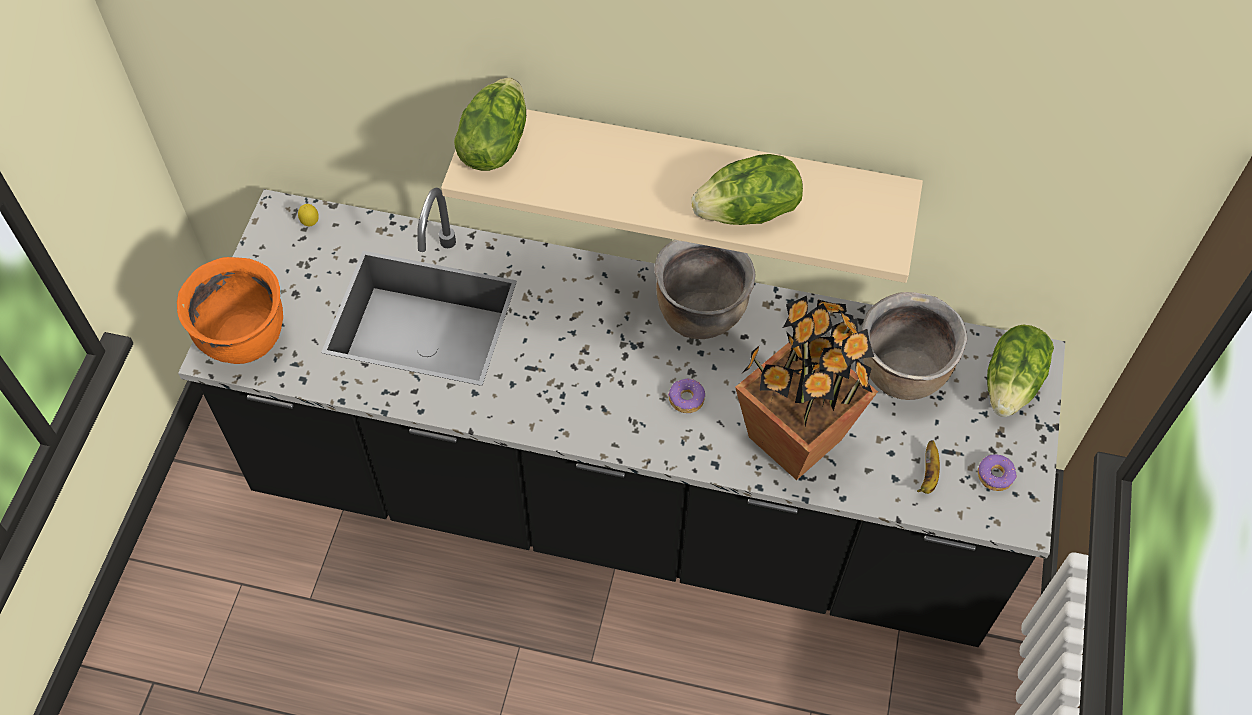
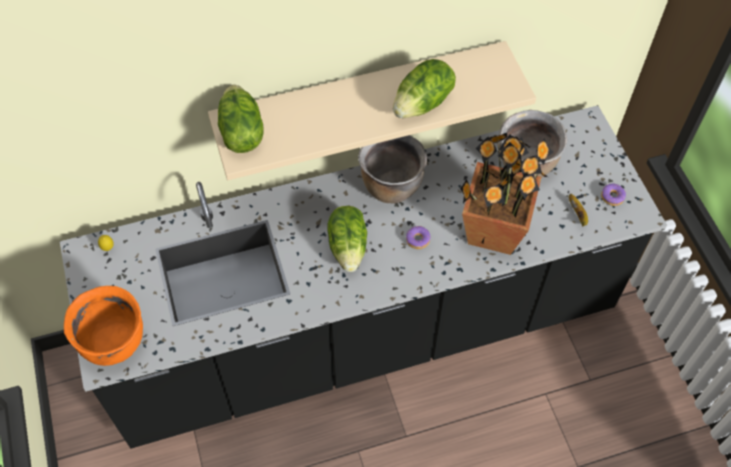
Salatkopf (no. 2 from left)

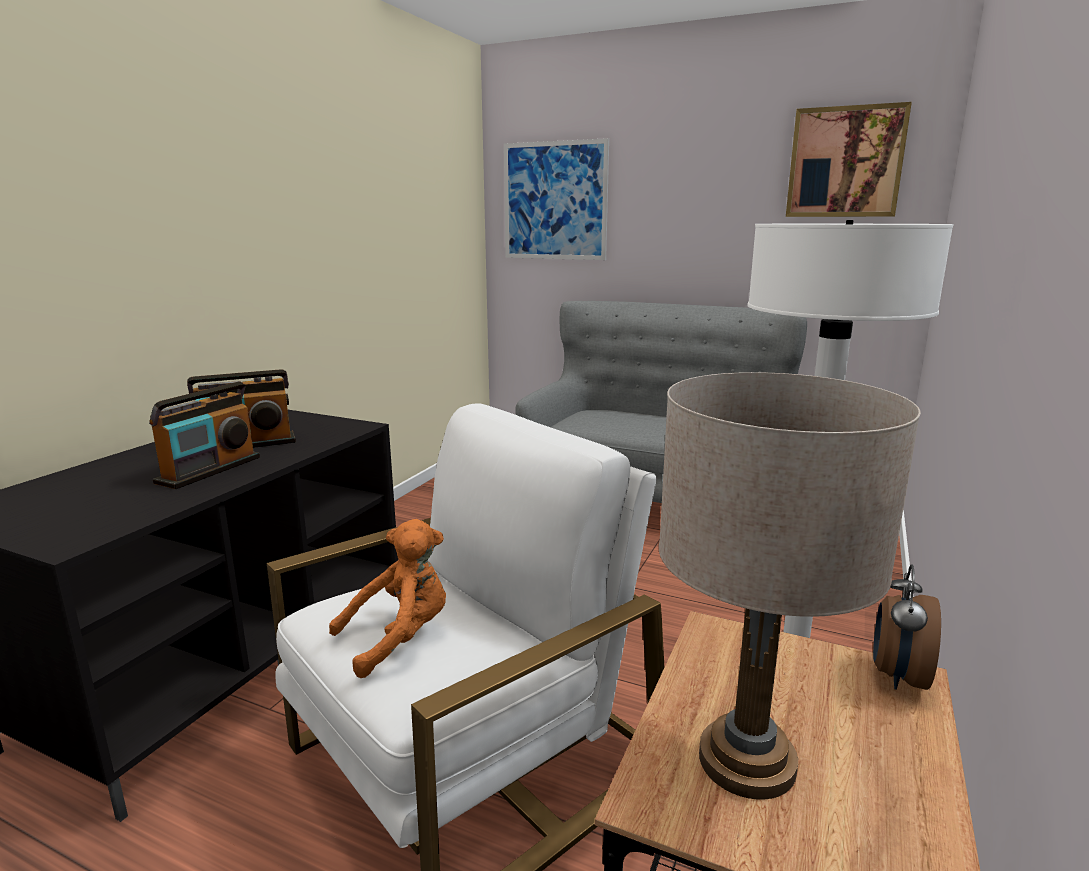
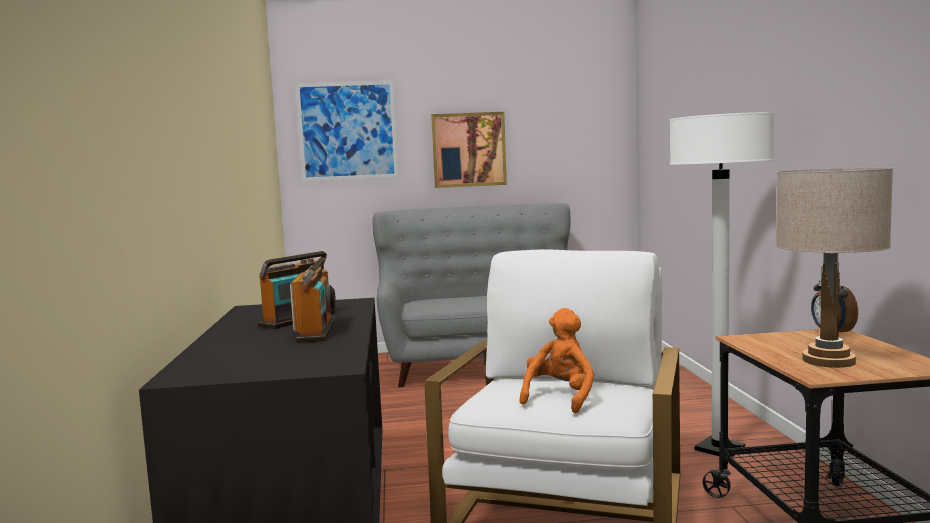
Bild (no. 2 from left)

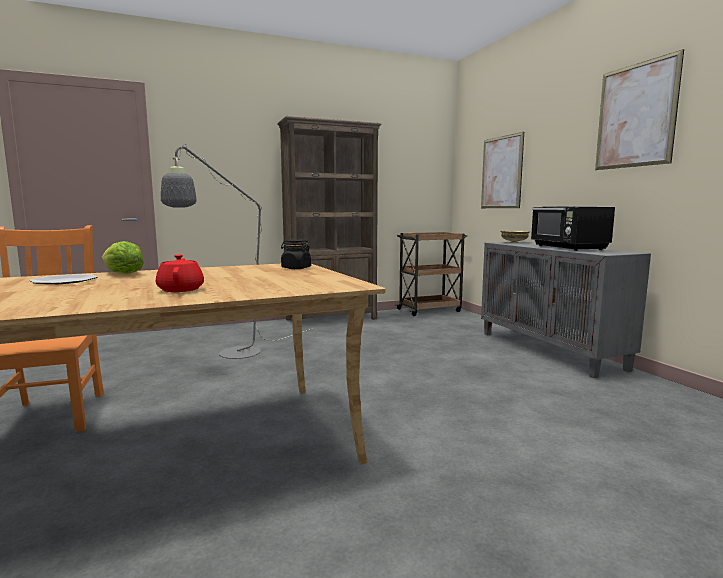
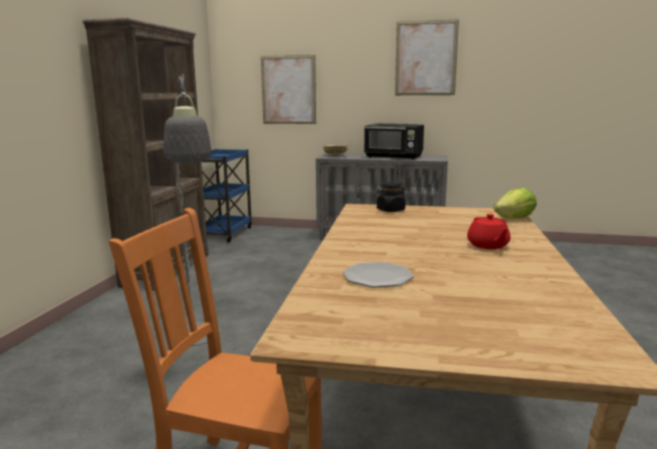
Salatkopf
Teekanne [rot]
Rollwagen [blau]

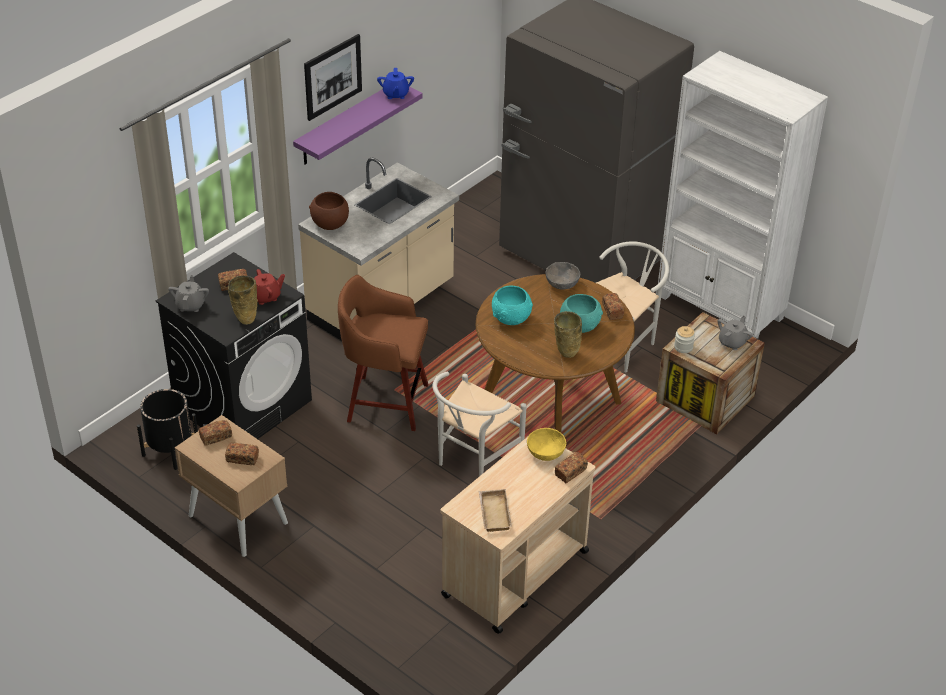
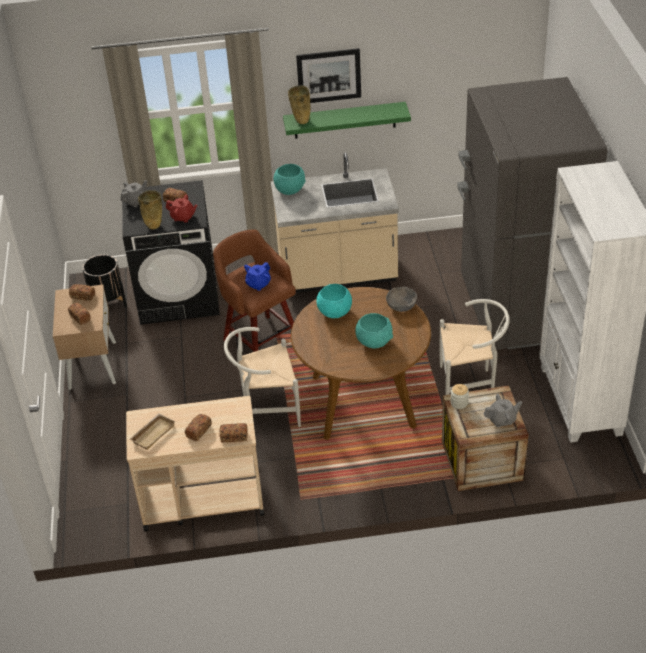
Wandregal [grün]
Schüssel [türkis] (no. 1 from left)
Teekanne [blau]
Schüssel [gelb]
Vase [beige] (no. 2 from left)
Brot (no. 4 from left)

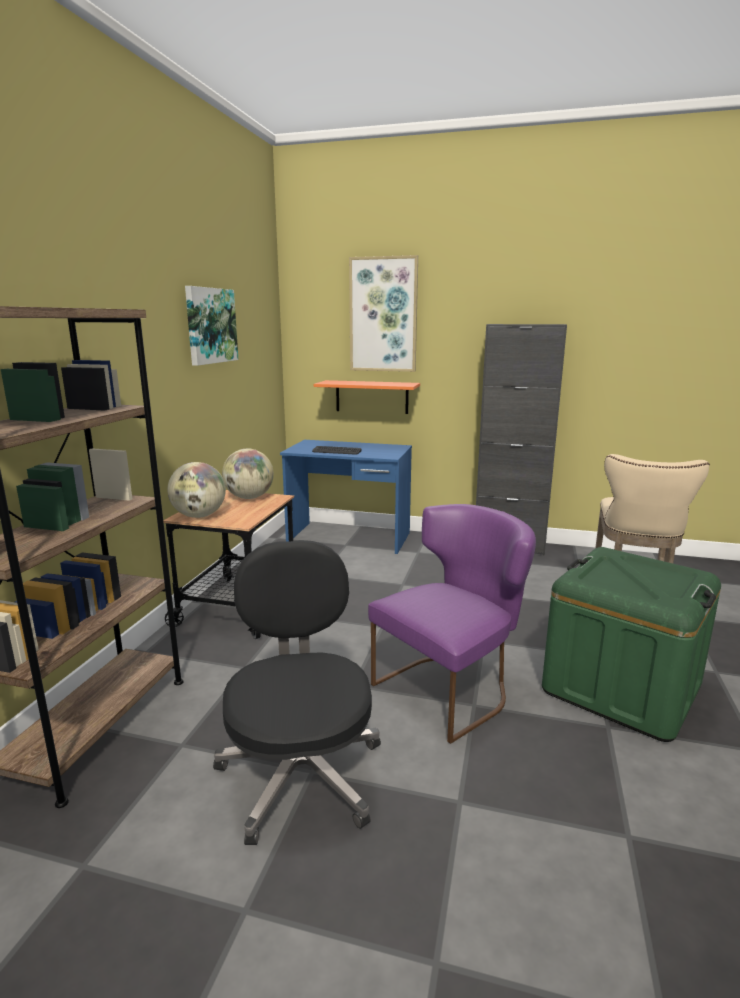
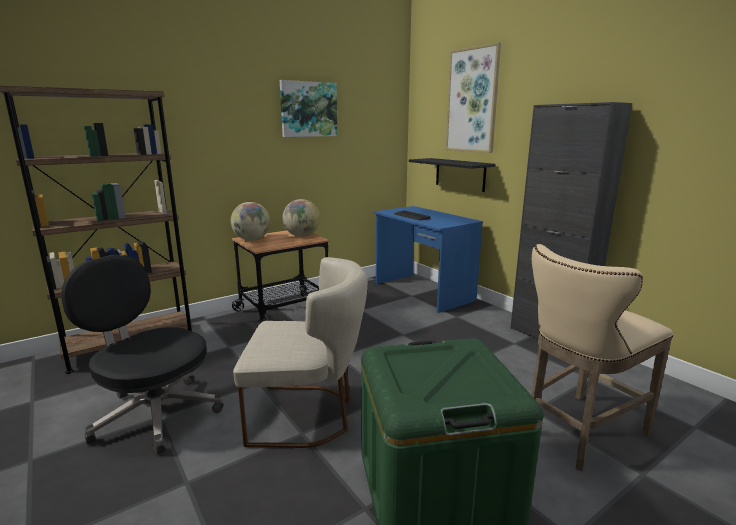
Bürostuhl [schwarz]
Wandregal [schwarz]
Stuhl [beige]

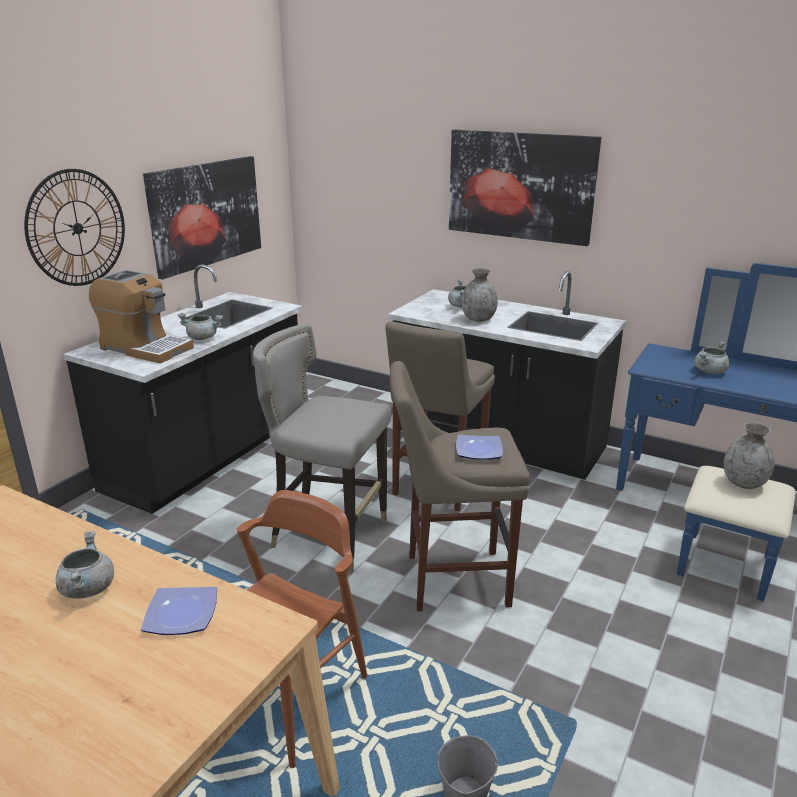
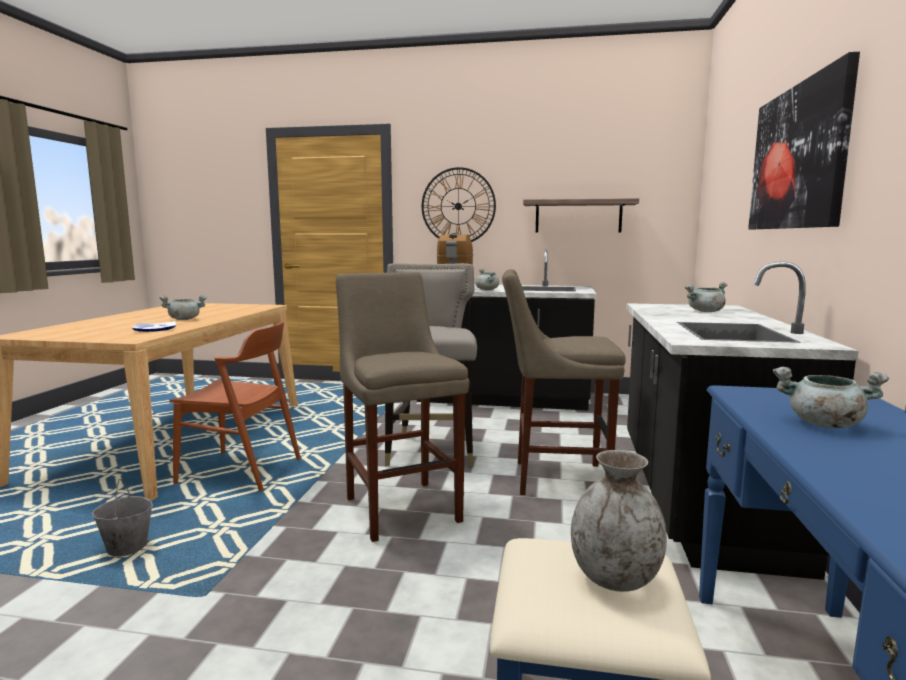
Wandregal
Teller (no. 2 from left in the first image)
Vase [grau] (no. 1 from left in the first image)

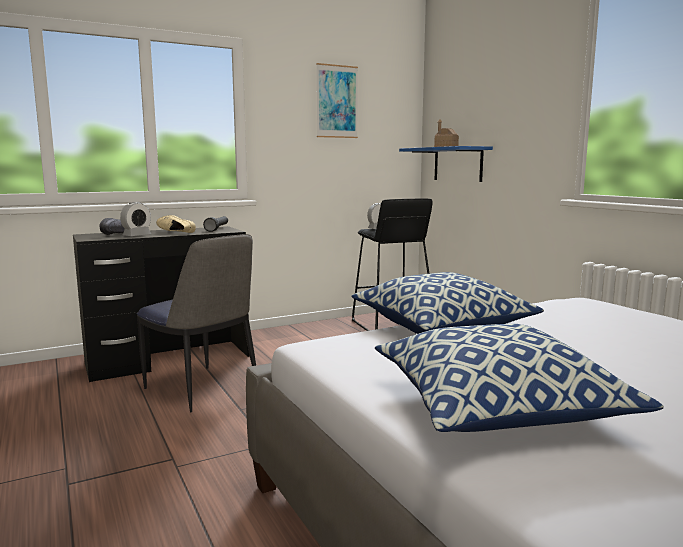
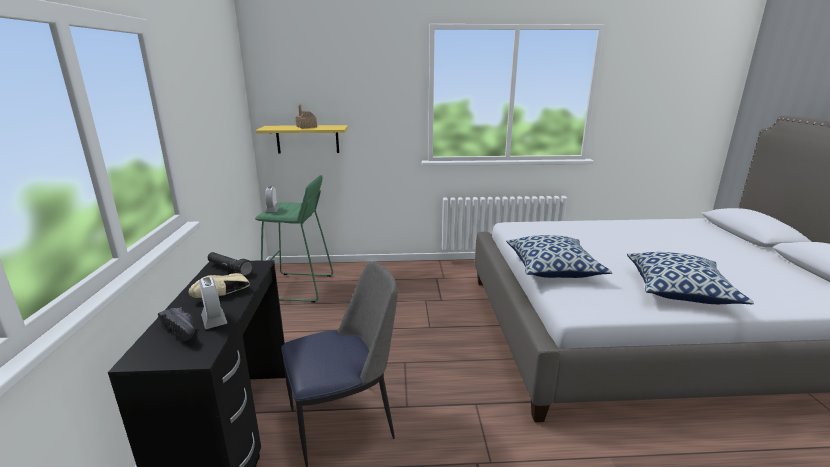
Bild
Hocker [grün]
Wandregal [gelb]

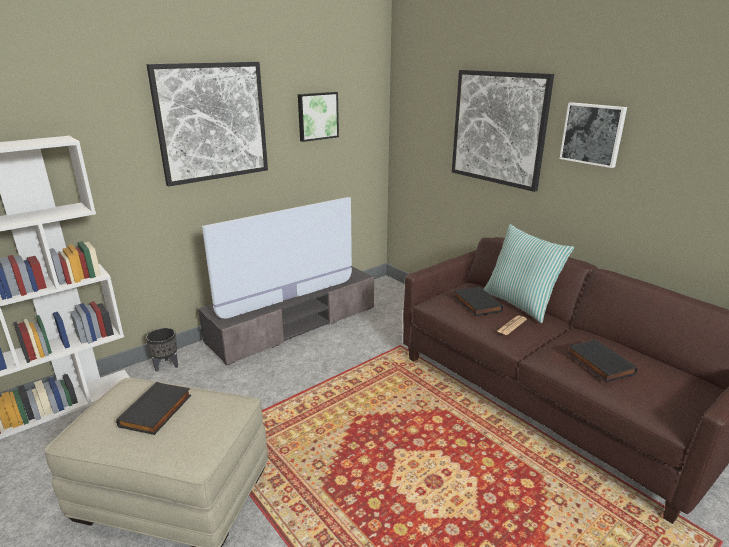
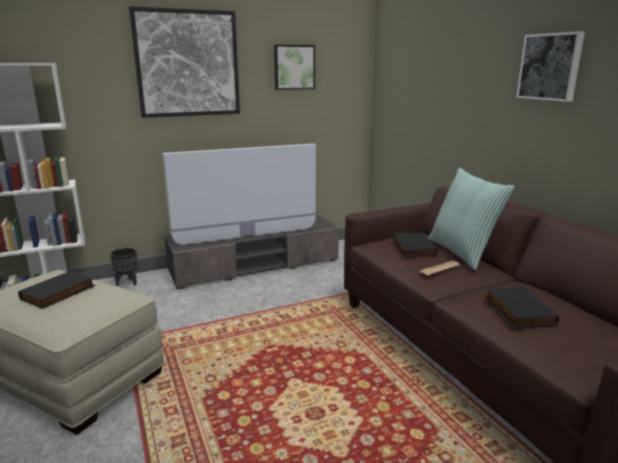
Bild (no. 3 from left in the first image)

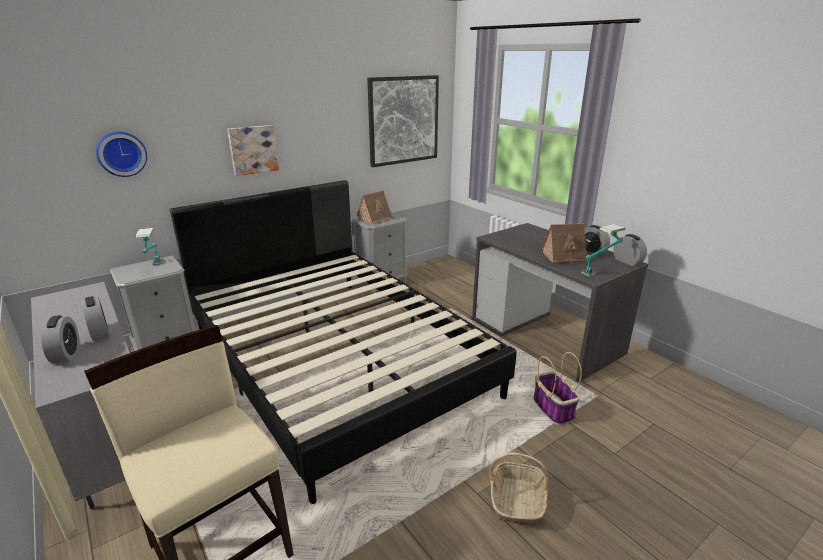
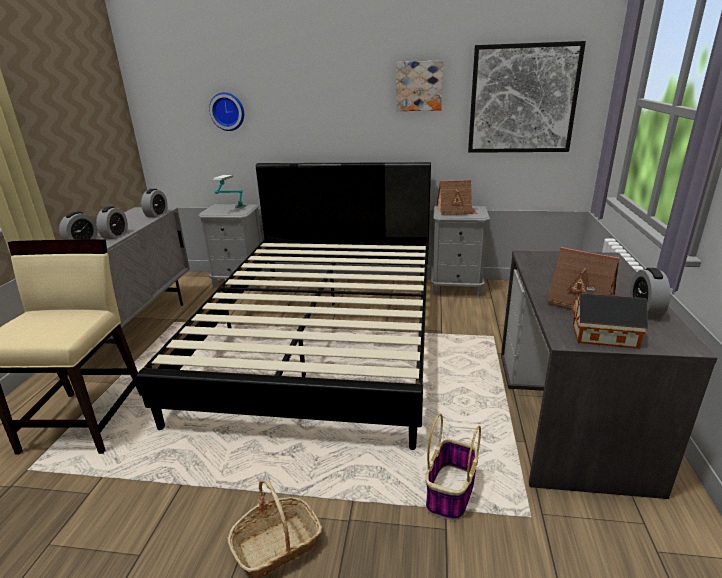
Bild (no. 1 from left)
Spielzeughaus (no. 3 from left)
Wecker (no. 3 from left)

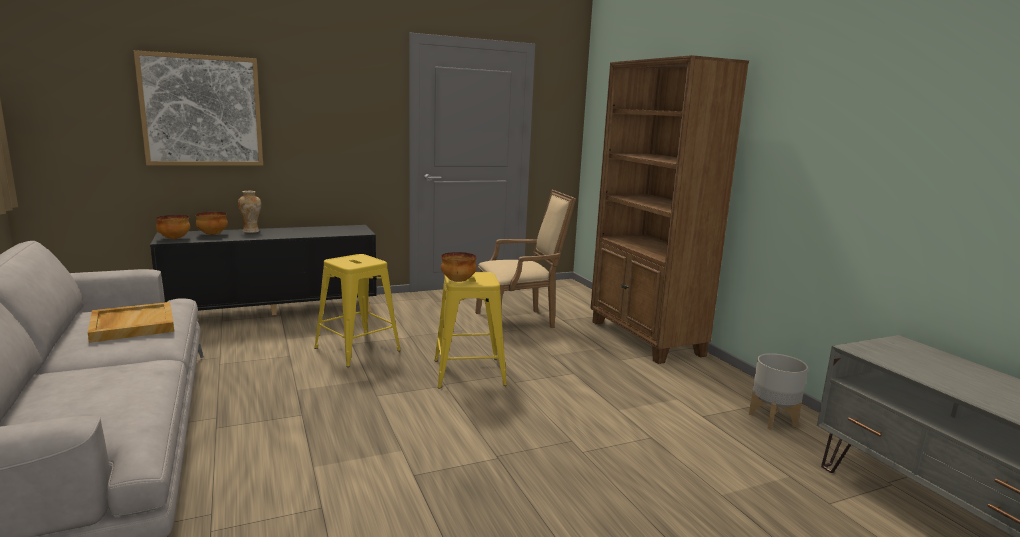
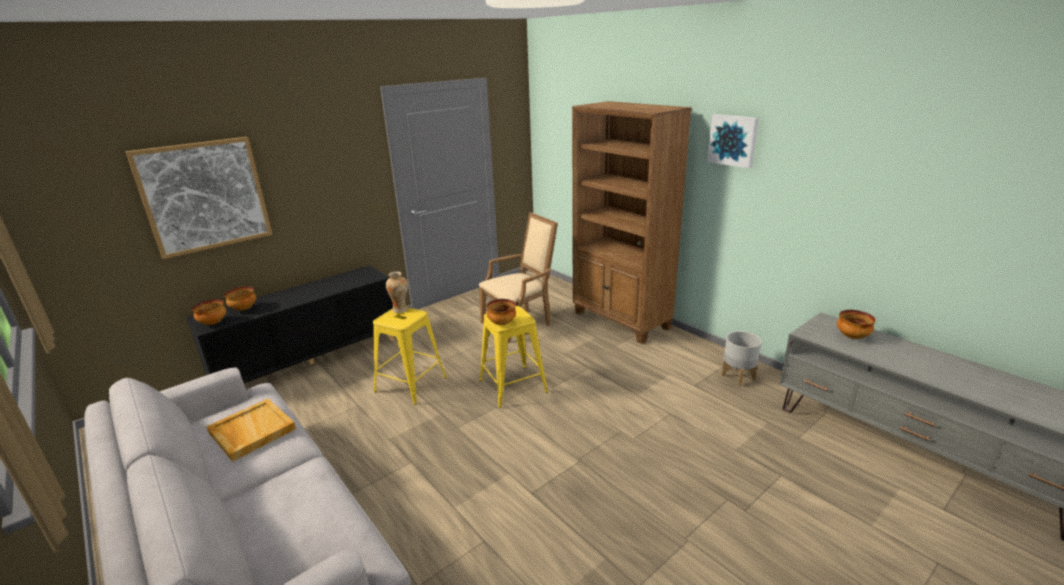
Vase
Bild (no. 2 from left)
Schüssel (no. 4 from left)

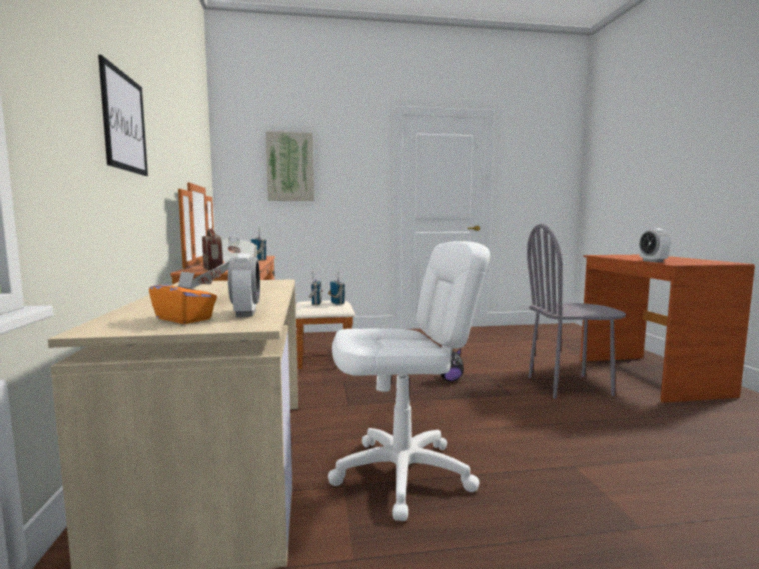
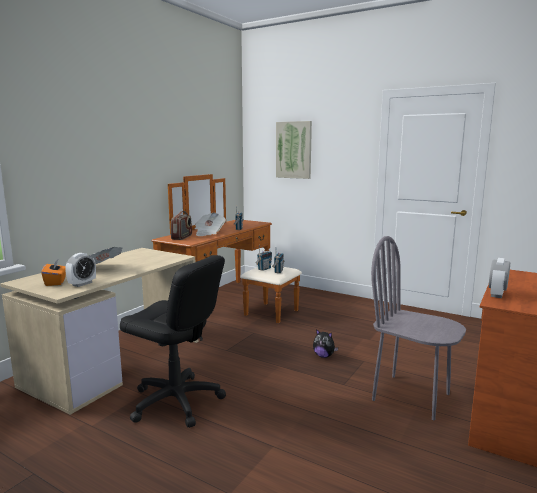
Bild (no. 1 from left in the first image)
Bürostuhl [schwarz]

